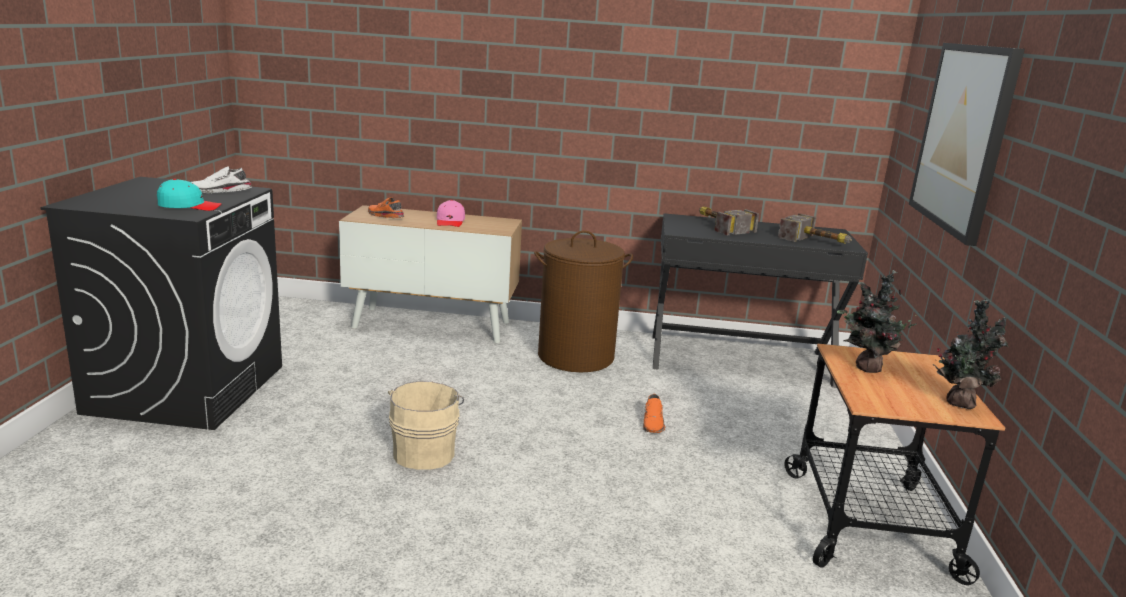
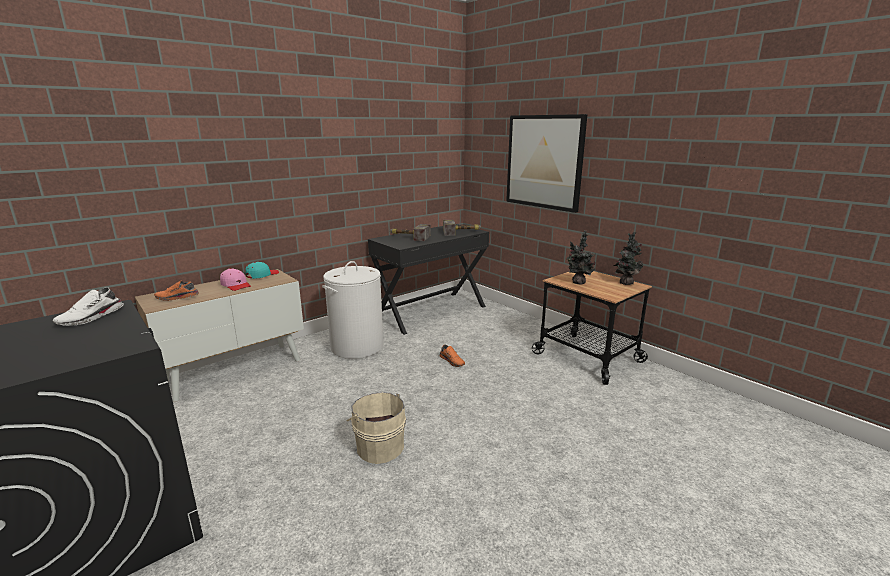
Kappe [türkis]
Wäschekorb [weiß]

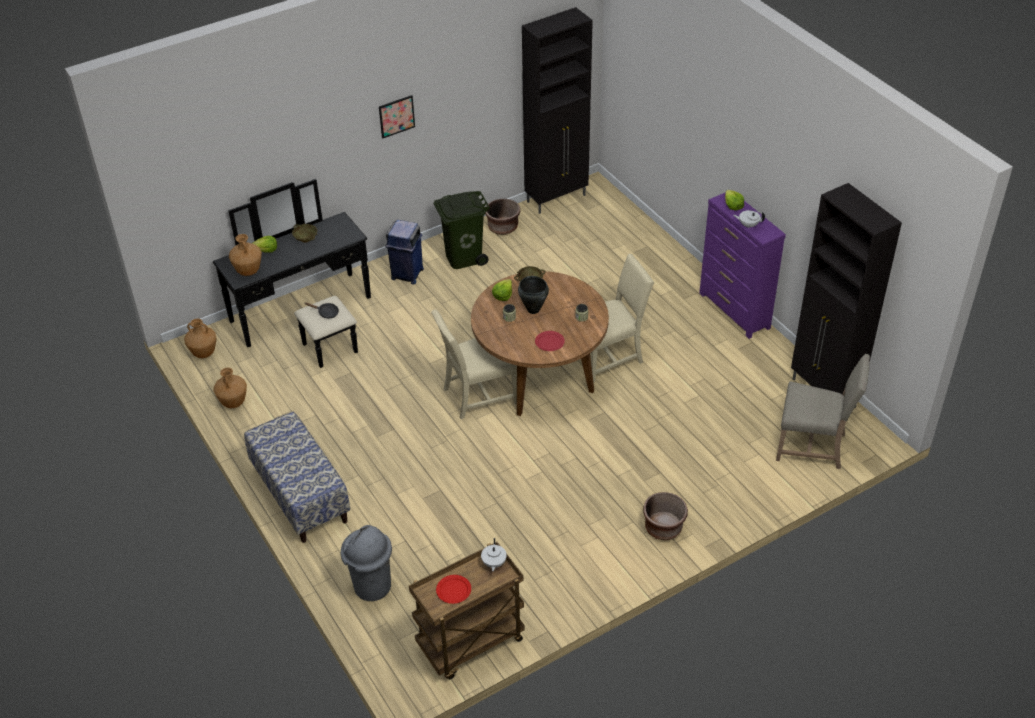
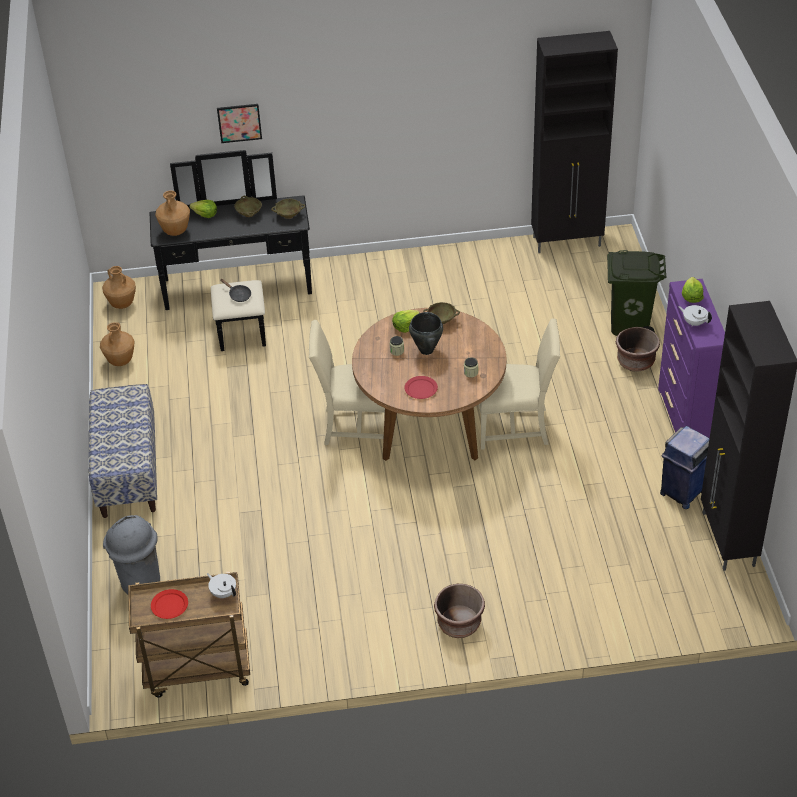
Bild
Mülleimer [blau]
Mülleimer [grün]
Teekanne [weiß] (no. 1 from left)
Pflanzkübel [braun] (no. 2 from left)
Stuhl [beige] (no. 3 from left in the first image)
Schüssel [beige] (no. 2 from left)

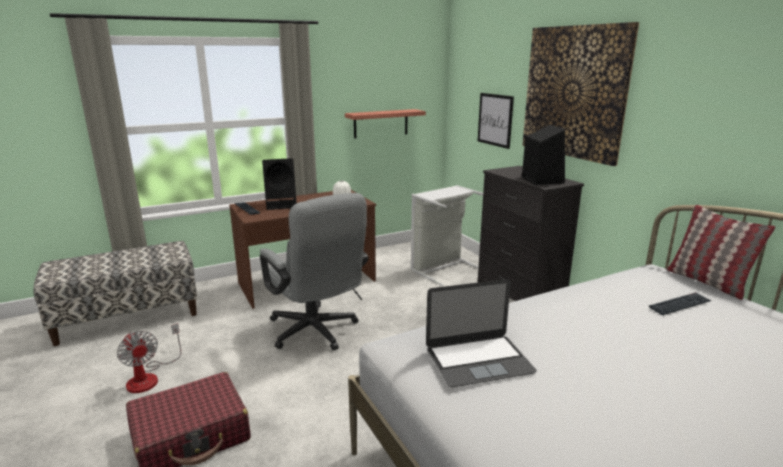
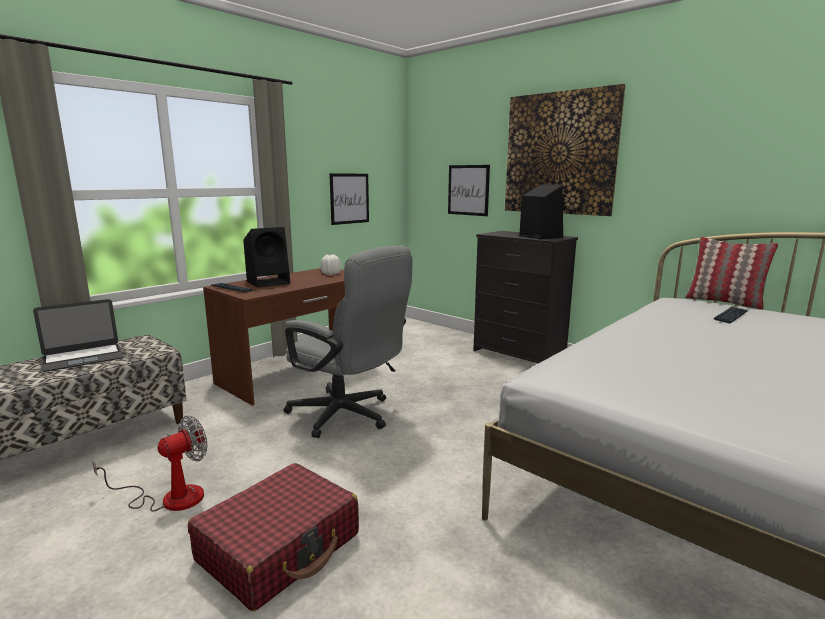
Ventilator
Bild (no. 1 from left)
Wäschekorb [grau]
Laptop

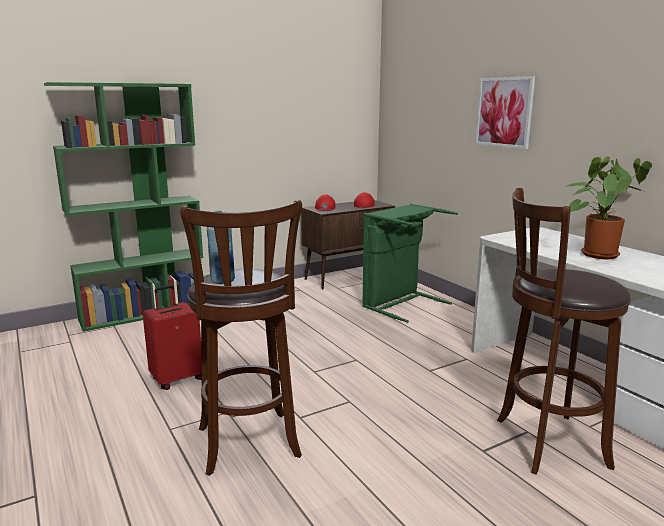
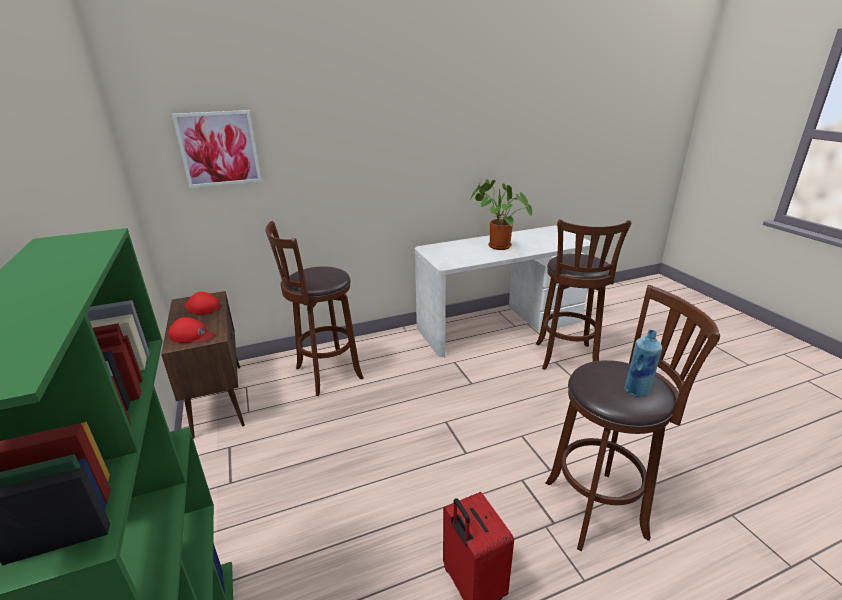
Hocker [braun] (no. 1 from left)
Bild

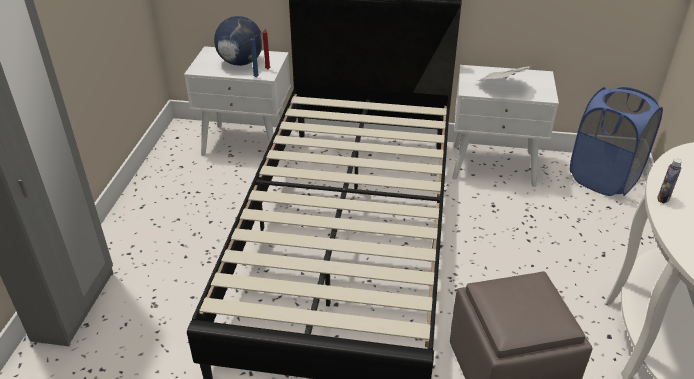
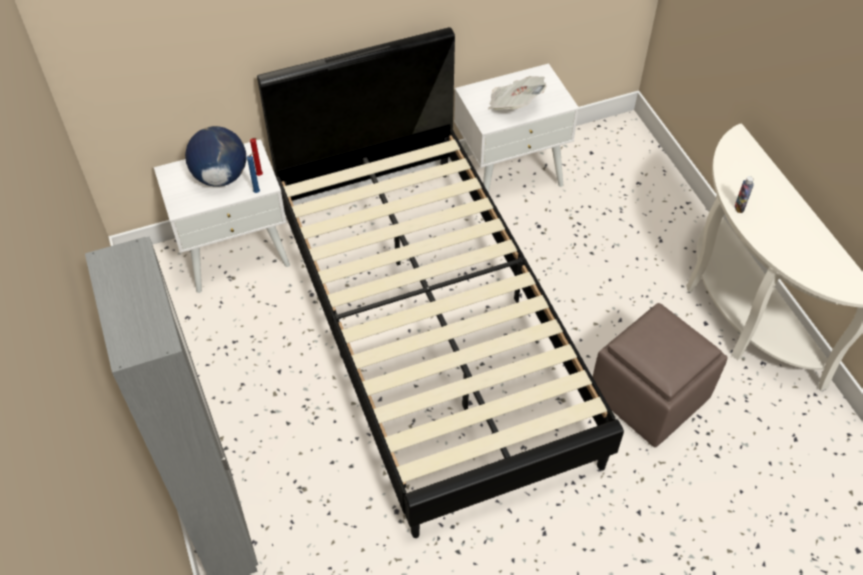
Wäschekorb [blau]

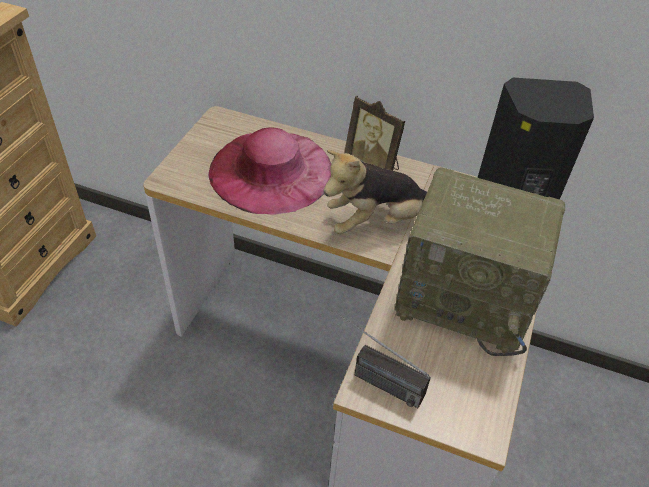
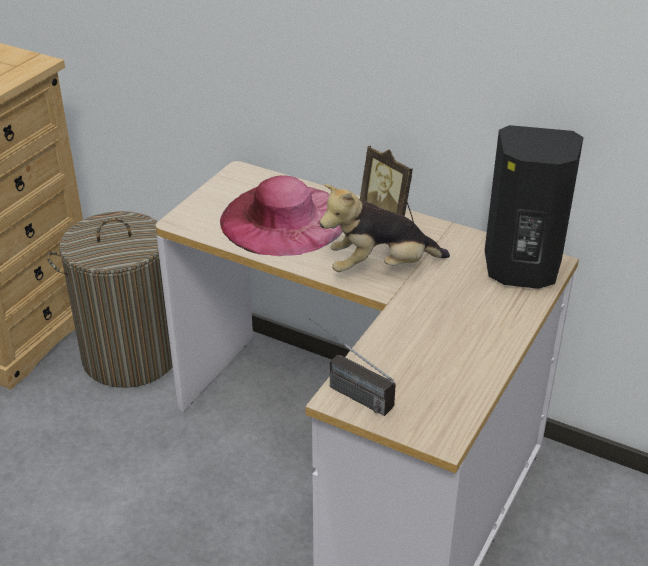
Radio (no. 2 from left in the first image)
Wäschekorb

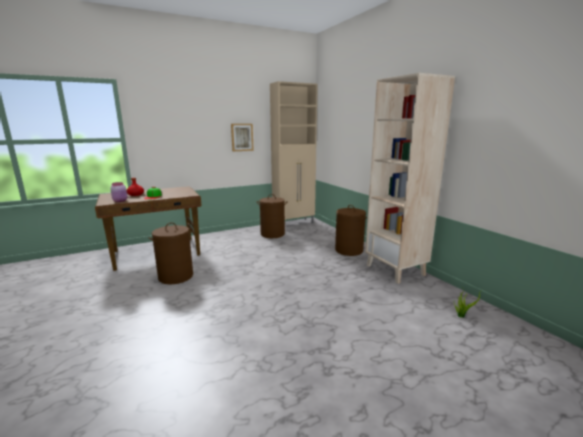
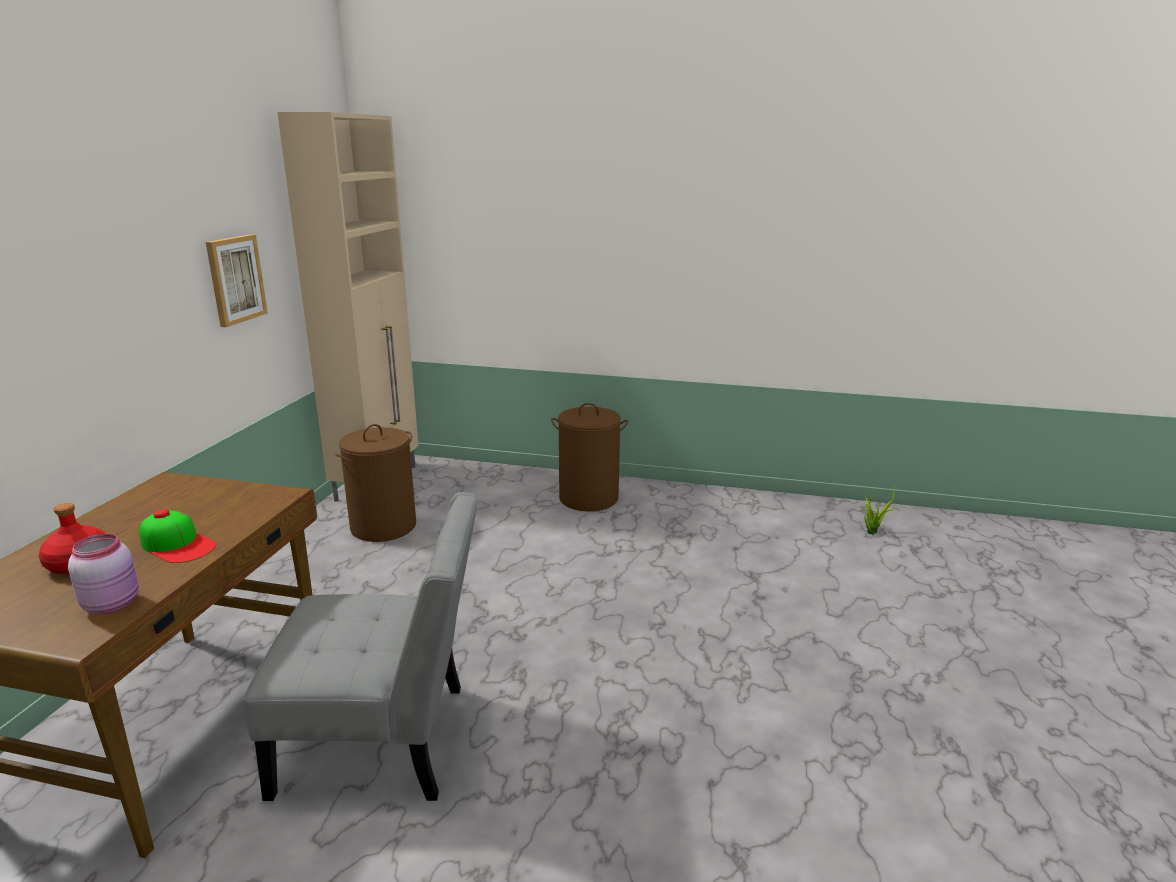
Stuhl [grau]
Bücherregal [beige]

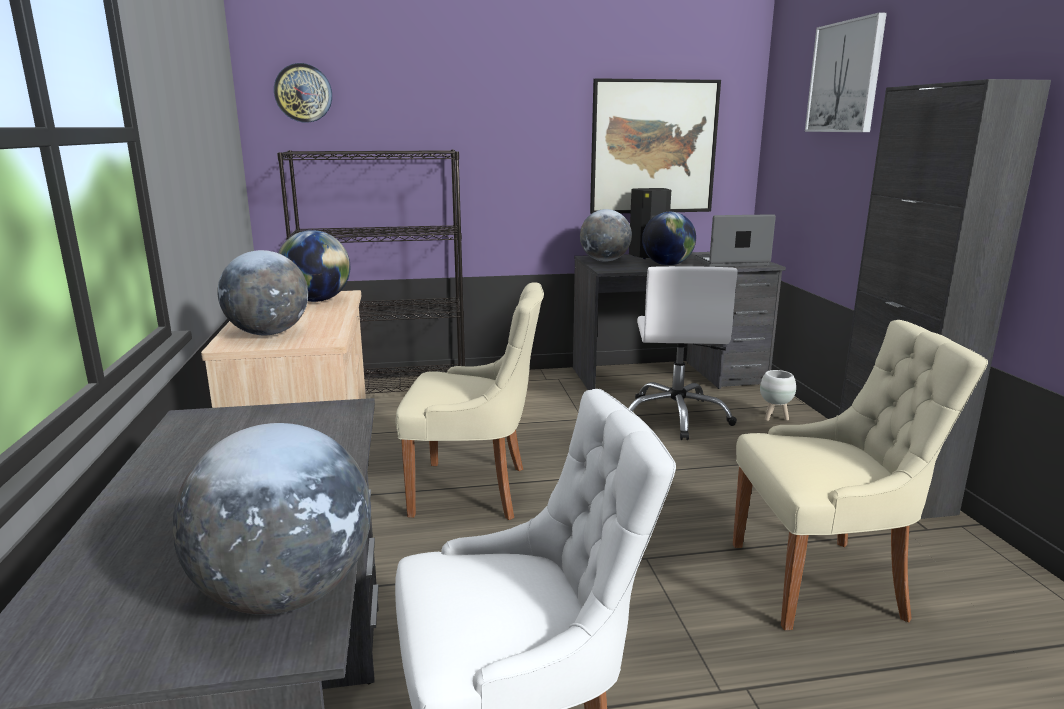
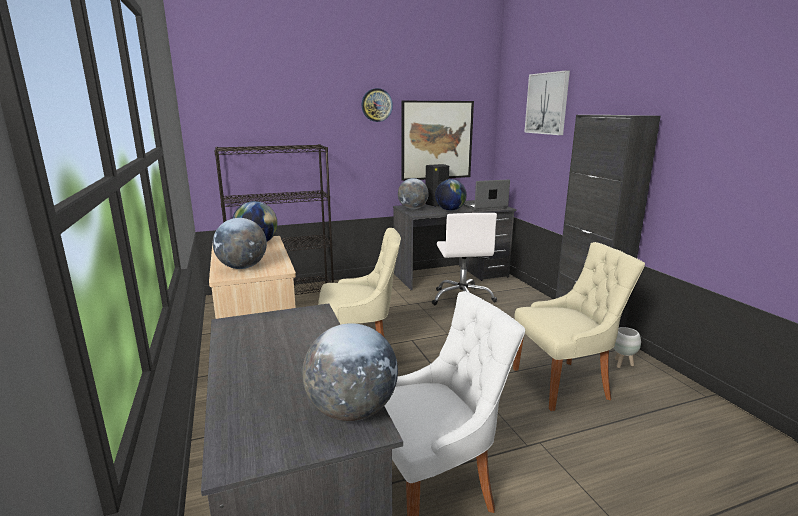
Wanduhr
Pflanzkübel [weiß]

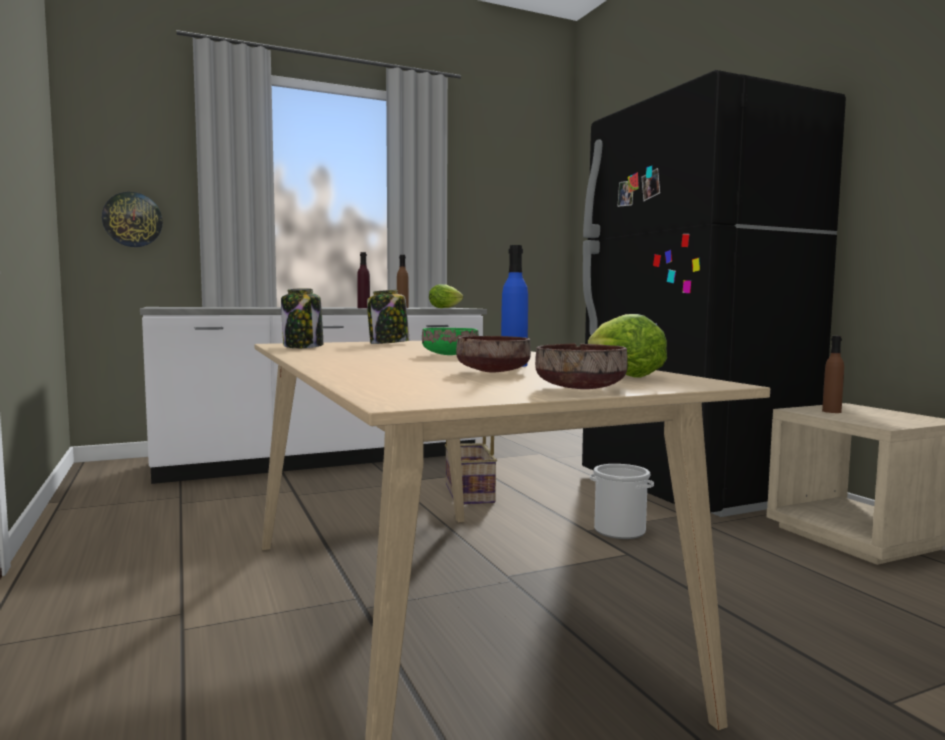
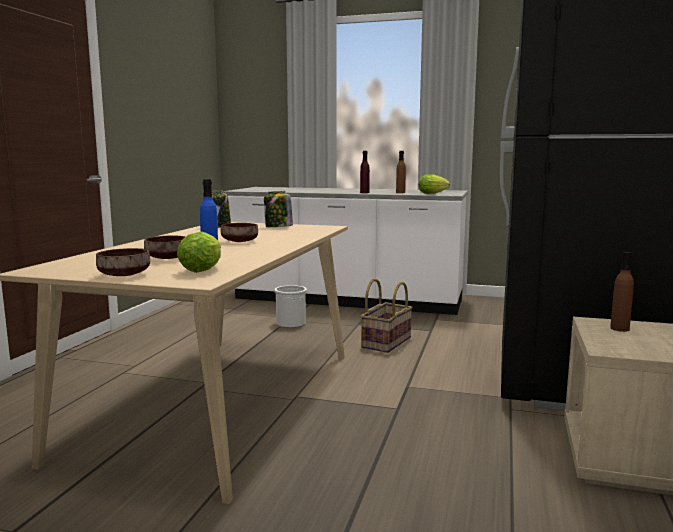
Wanduhr
Schüssel [braun] (no. 3 from left)
Eimer

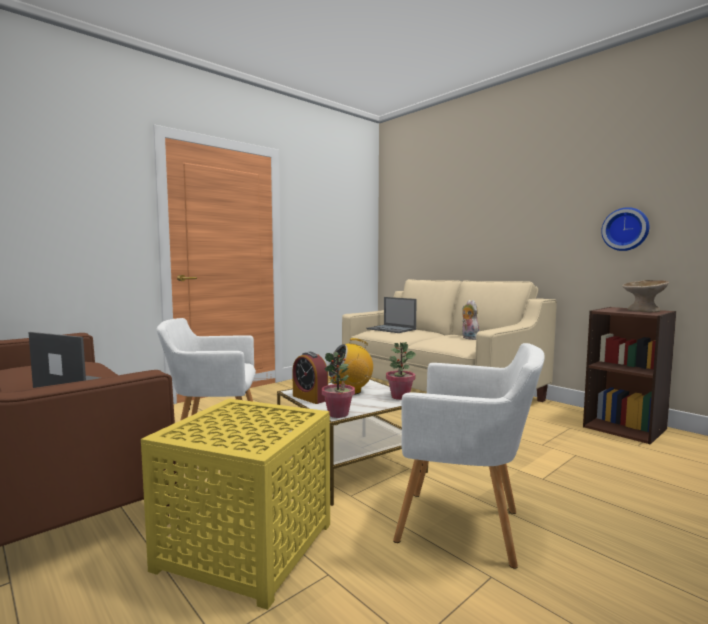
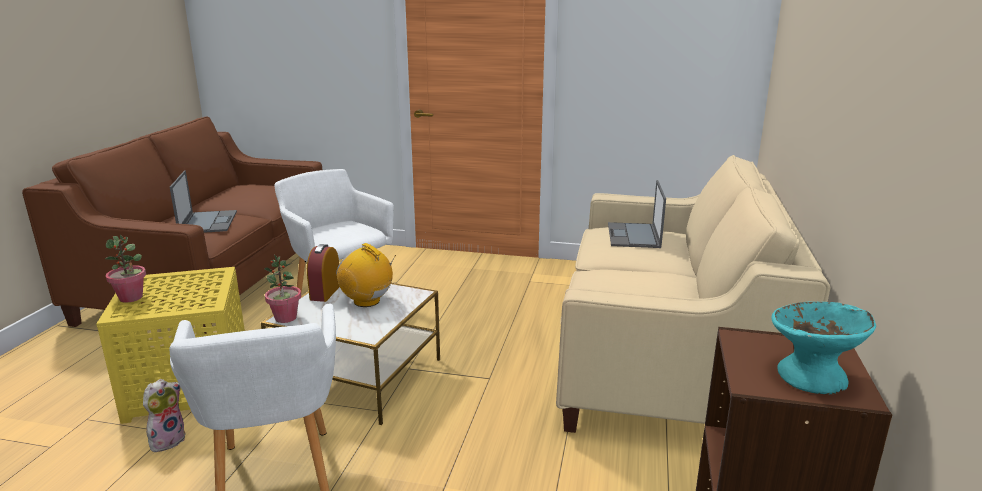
Topfpflanze (no. 1 from left)
Plüschtier
Wanduhr
Schüssel [türkis]

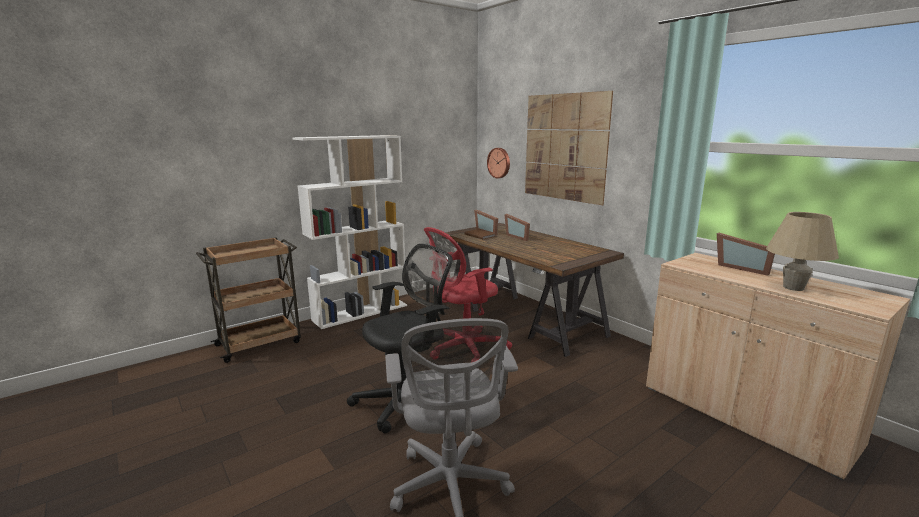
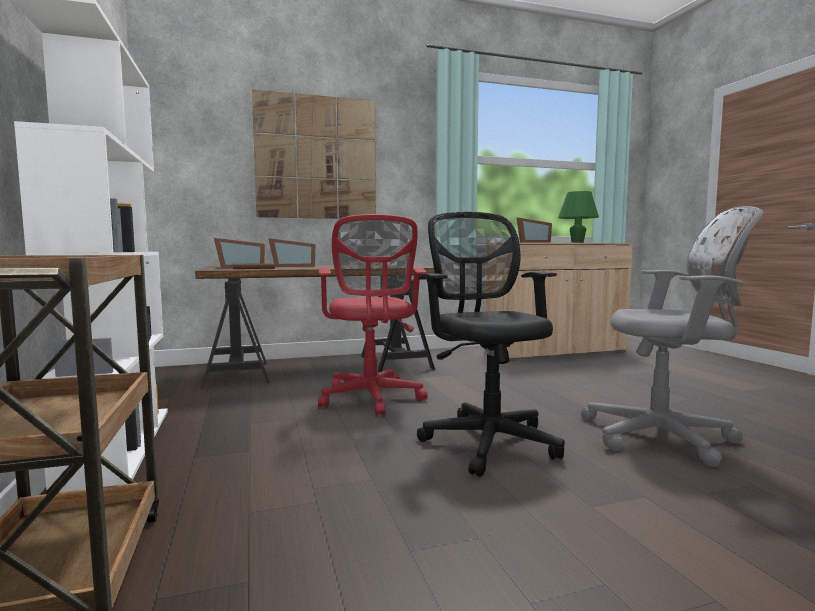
Wanduhr
Tischlampe [grün]

